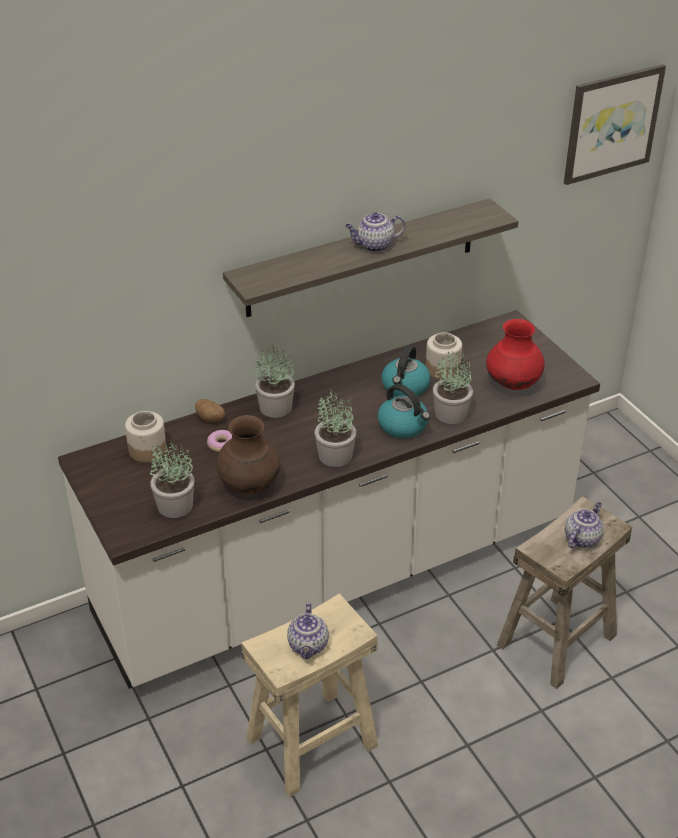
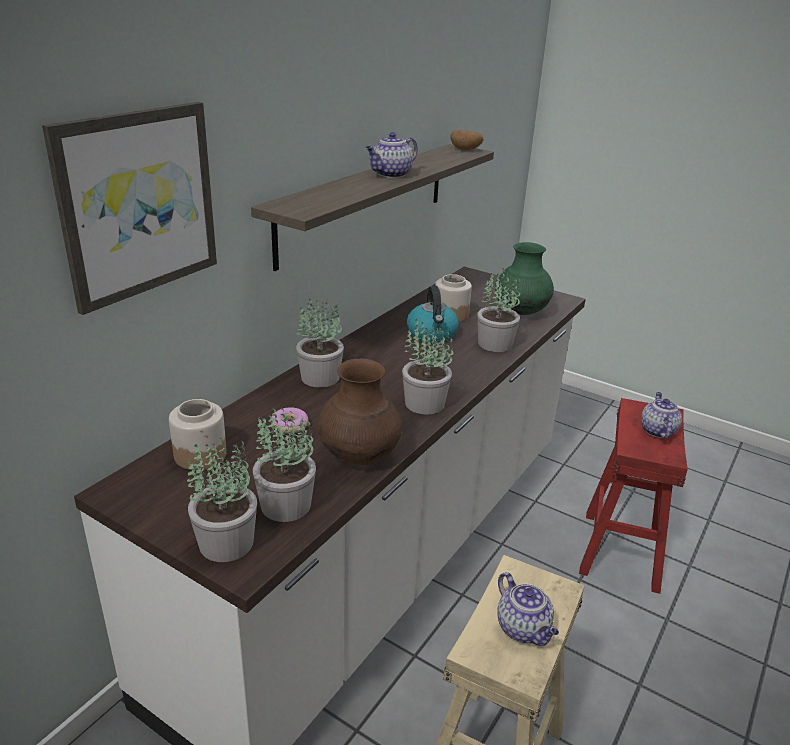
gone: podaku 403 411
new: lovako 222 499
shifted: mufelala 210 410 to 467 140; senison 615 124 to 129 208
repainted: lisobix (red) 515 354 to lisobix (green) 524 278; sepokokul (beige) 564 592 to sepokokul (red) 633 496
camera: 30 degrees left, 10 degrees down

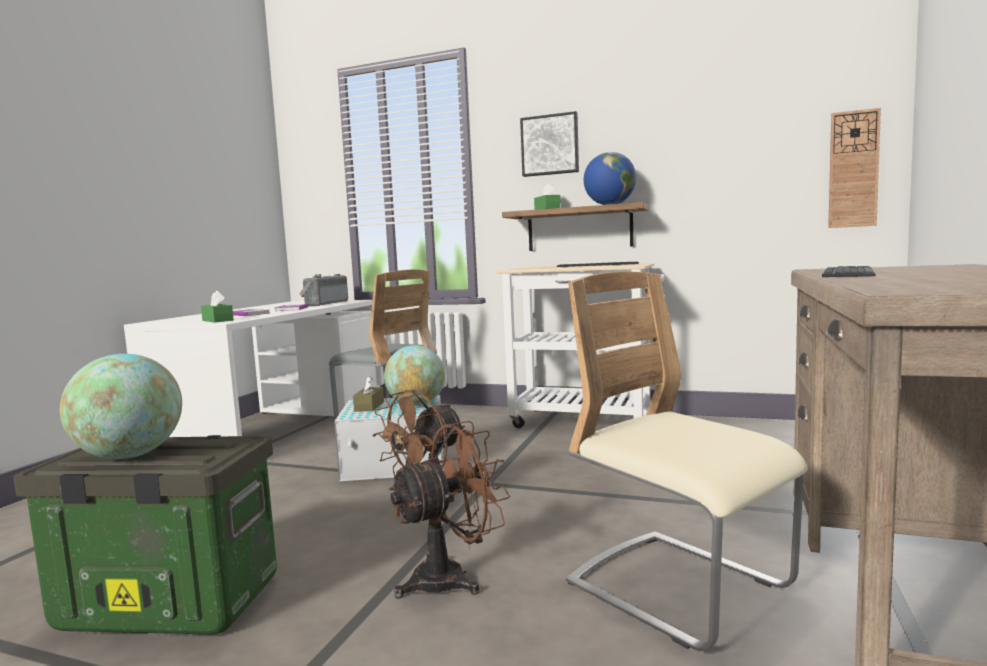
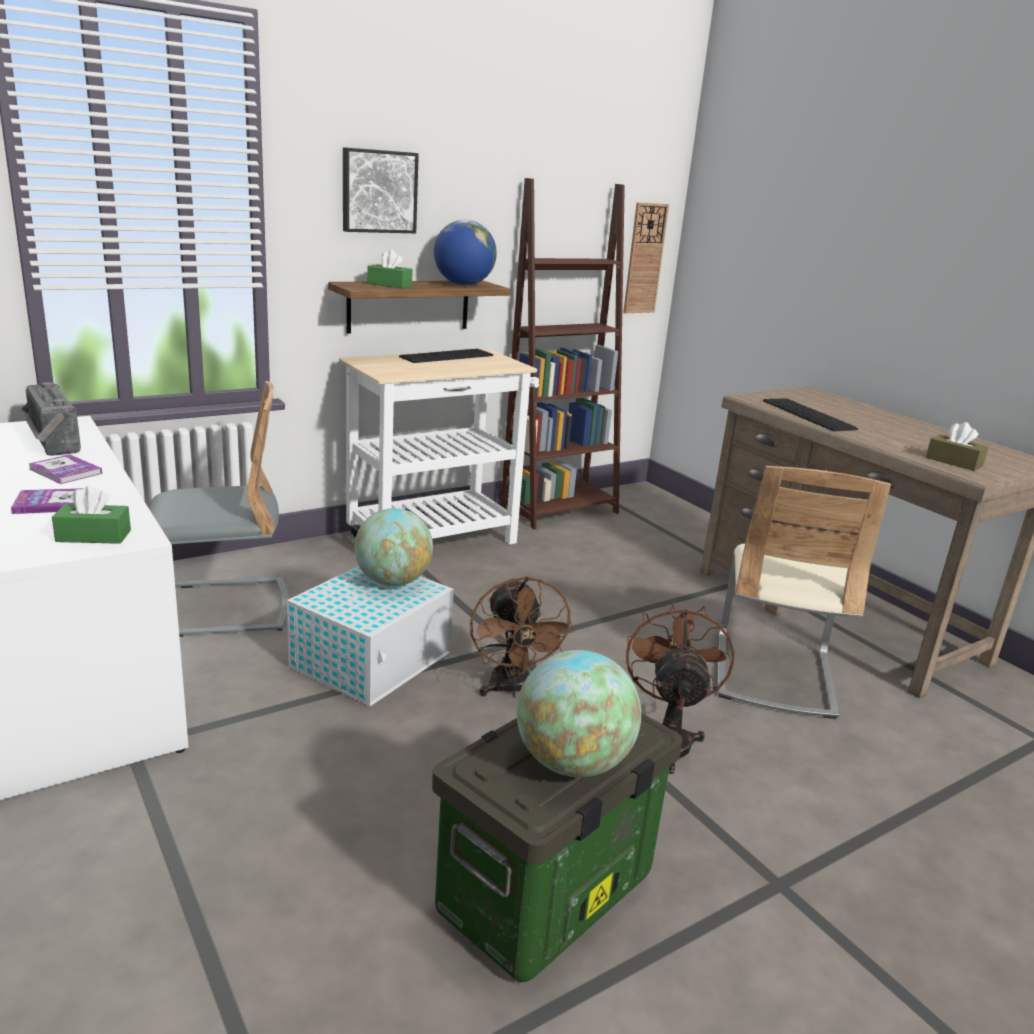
new: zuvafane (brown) 563 354
shifted: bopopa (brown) 368 393 to 957 446
rotated: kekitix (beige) 687 461 = 804 592 75 degrees counterclockwise
camera: 55 degrees left, 15 degrees up

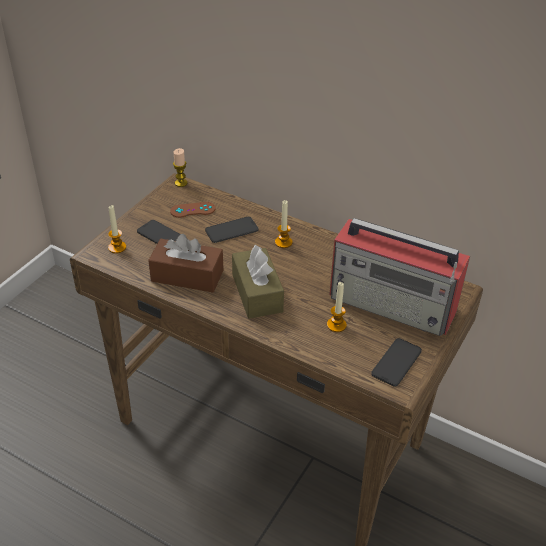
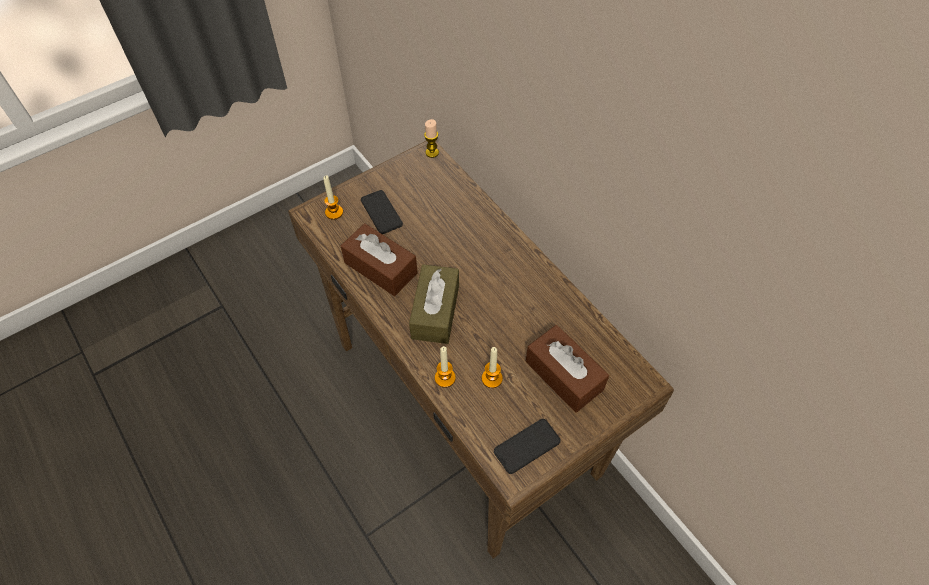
gone: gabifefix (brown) 192 210; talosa 231 230
shifted: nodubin 284 224 to 445 367
swapped: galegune 399 277 to bopopa (brown) 567 369
camera: 25 degrees right, 15 degrees up

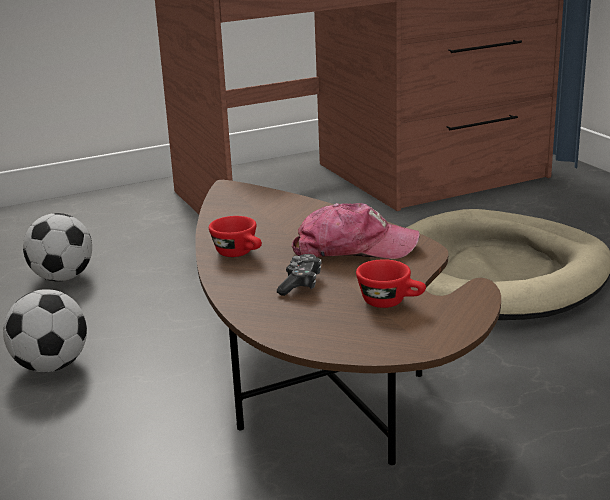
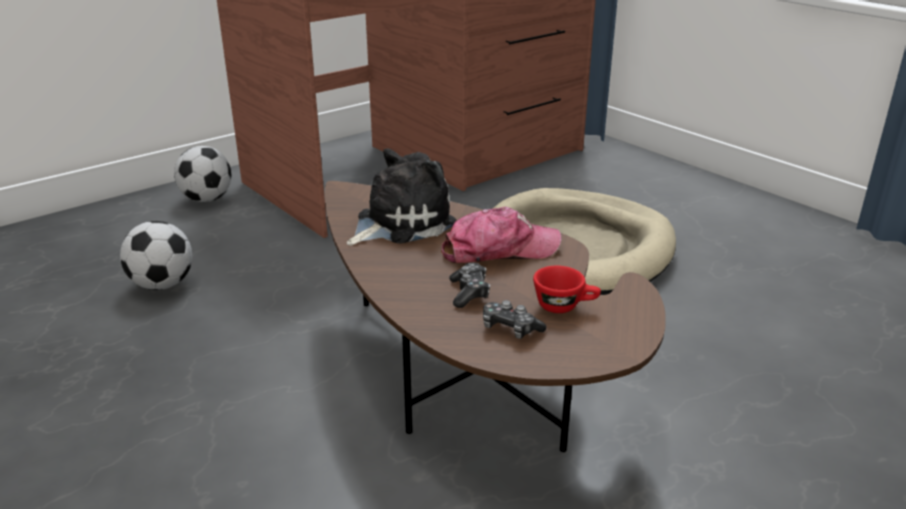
gone: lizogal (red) 235 236
new: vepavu 401 197; gabifefix 514 319
shifted: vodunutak 45 330 to 202 174
camera: 15 degrees left, 5 degrees up

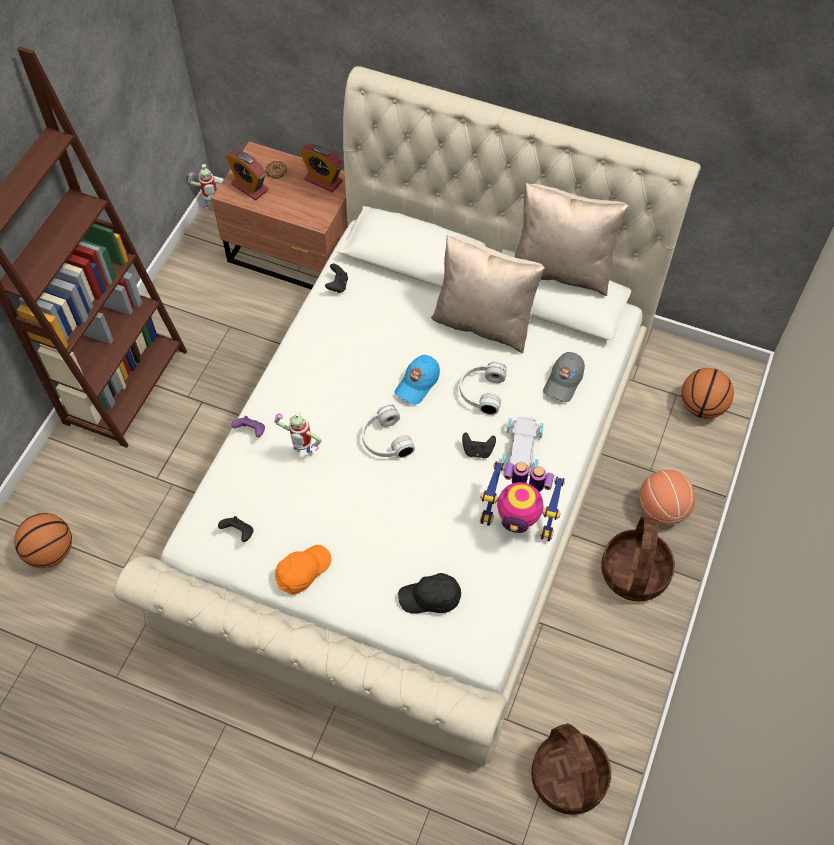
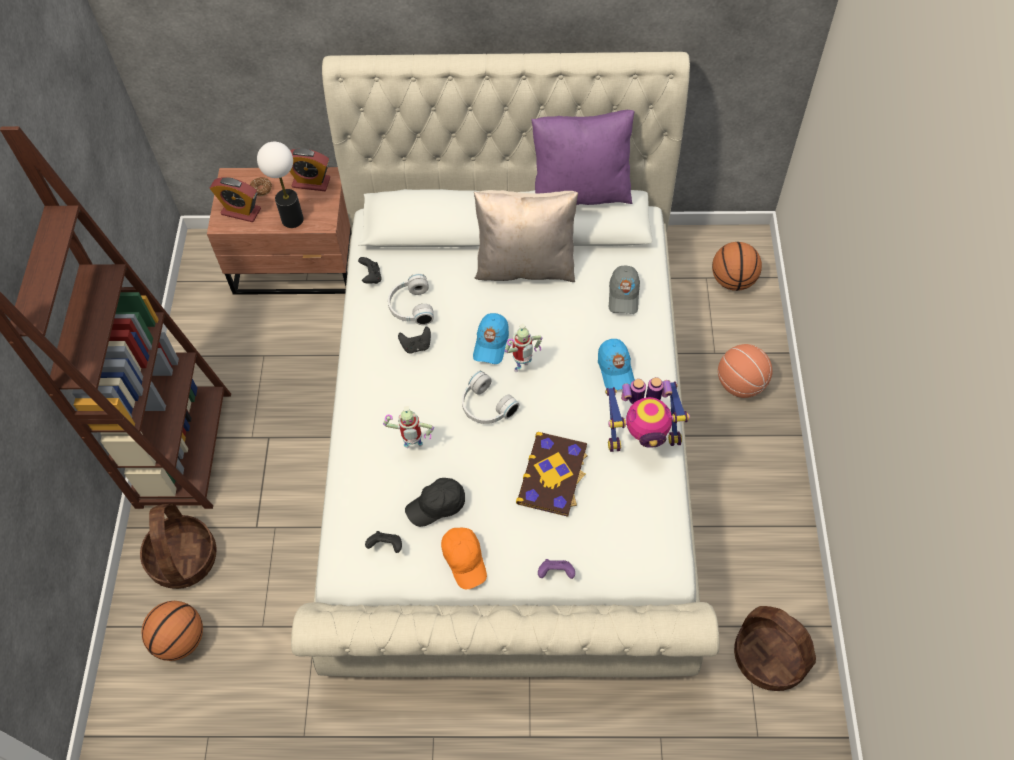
new: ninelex 280 185; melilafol 552 474
shifted: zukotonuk 205 186 to 524 347; gabifefix (purple) 248 426 to 556 569; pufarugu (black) 429 593 to 435 502; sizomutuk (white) 483 388 to 411 299; gabifefix (black) 479 445 to 414 340; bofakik 638 559 to 178 546
swapped: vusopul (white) 522 446 to pufarugu (blue) 616 364
repainted: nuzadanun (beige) 572 239 to nuzadanun (purple) 582 157
rotated: pufarugu (orange) 303 570 = 464 558 135 degrees clockwise
camera: 20 degrees left, 0 degrees up

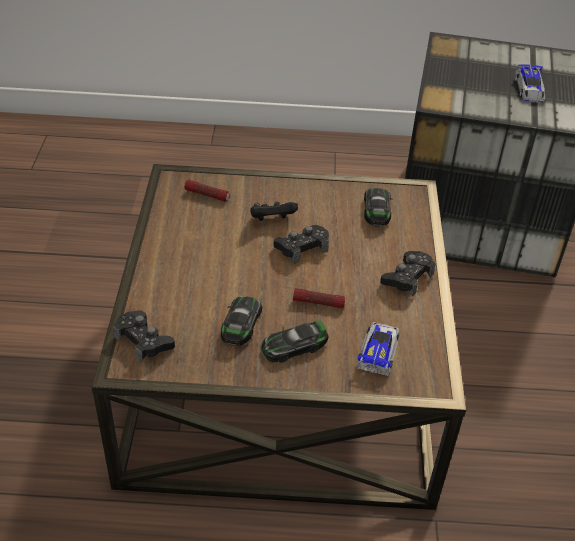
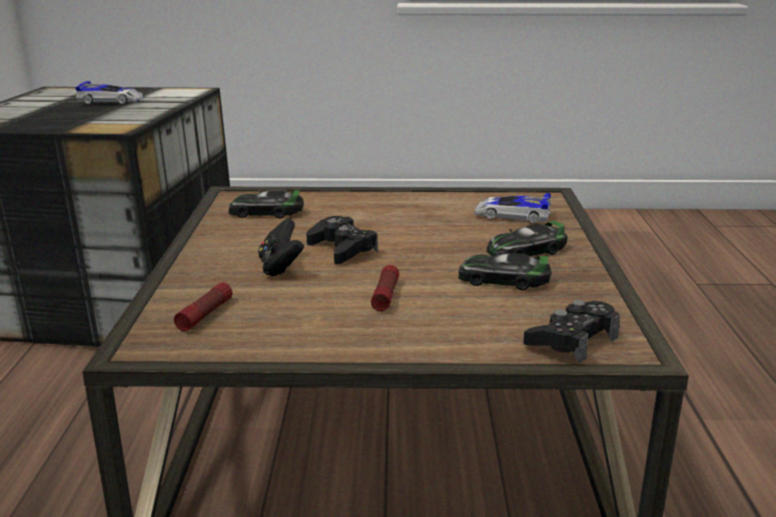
gone: gabifefix (black) 407 273
shifted: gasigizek 319 298 to 385 288
rotated: vusopul 295 341 = 526 238 90 degrees clockwise
camera: 90 degrees left, 20 degrees down

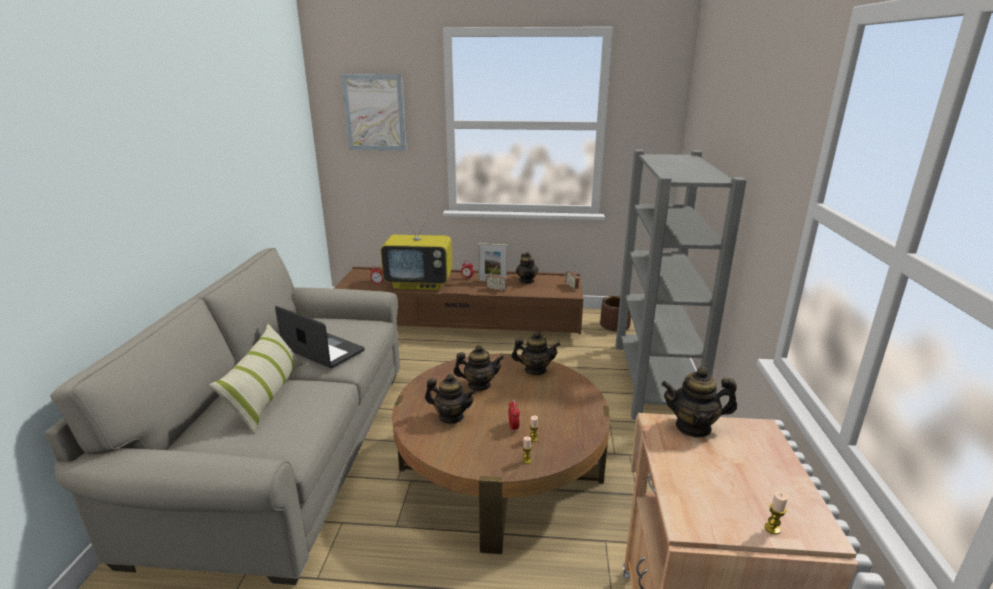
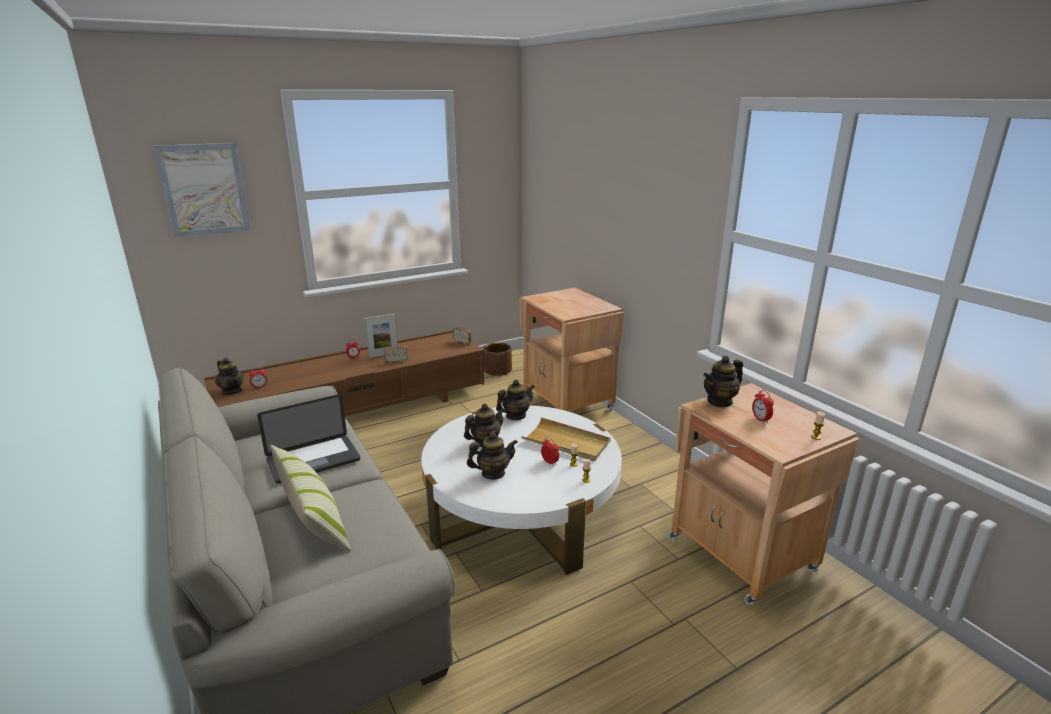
gone: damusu 416 250
new: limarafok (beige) 566 439; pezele 763 406
shifted: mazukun 527 267 to 229 376
swapped: zuvafane (grey) 681 284 to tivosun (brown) 571 349
repainted: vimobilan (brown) 501 454 to vimobilan (white) 521 490
rotated: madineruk 320 337 = 308 439 150 degrees clockwise
camera: 35 degrees left, 0 degrees up

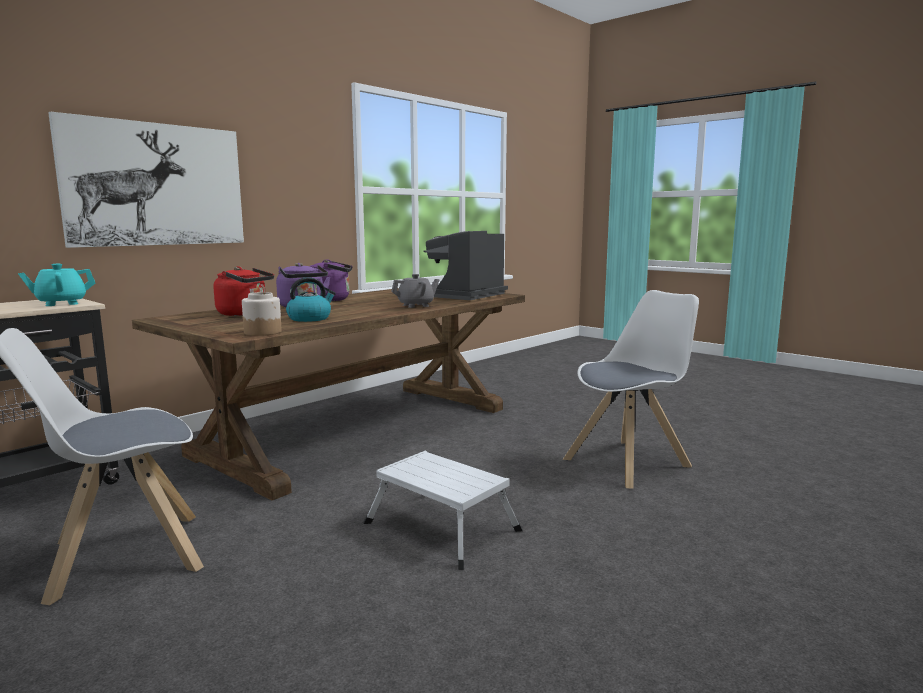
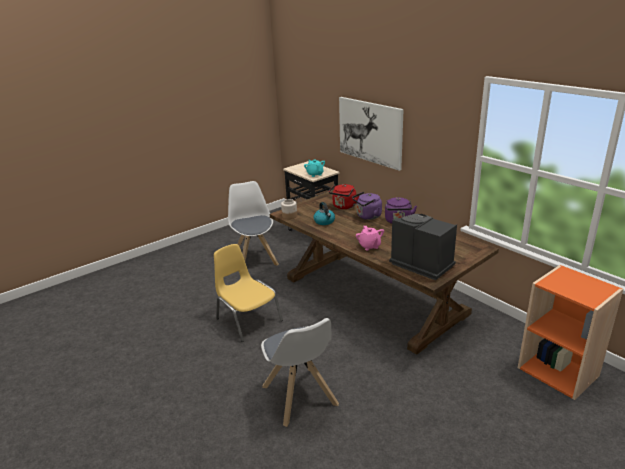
new: zuvafane (orange) 570 332
swapped: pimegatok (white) 443 510 to kekitix (yellow) 248 293
repainted: mazukun (grey) 415 291 to mazukun (pink) 370 238
camera: 100 degrees right, 15 degrees up

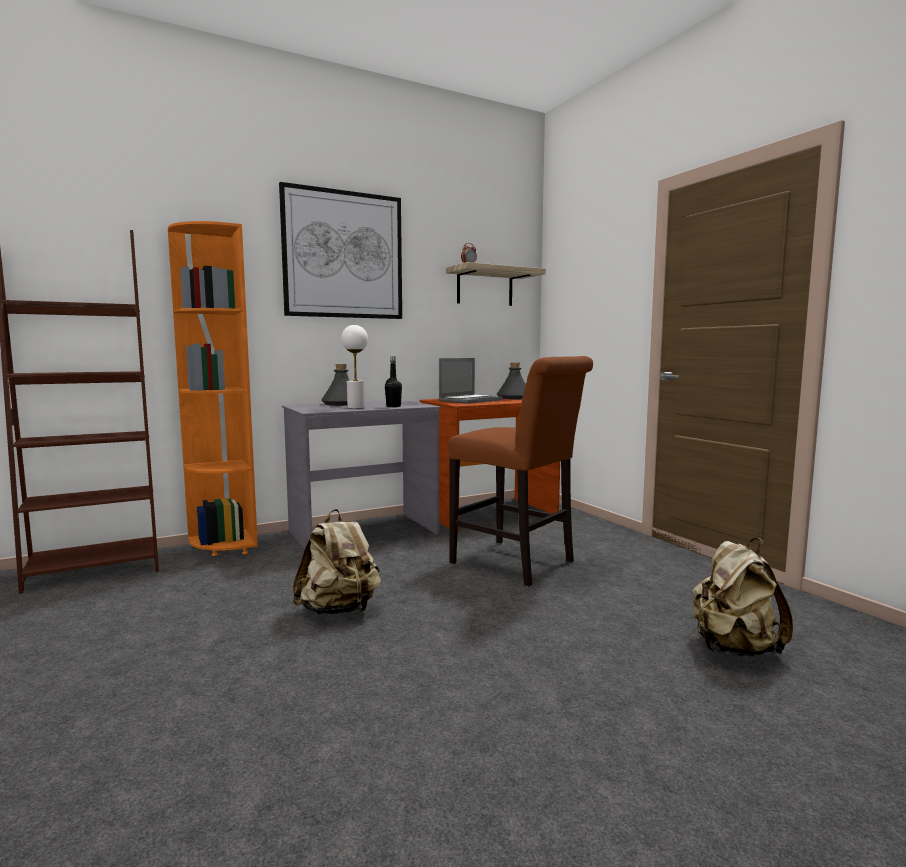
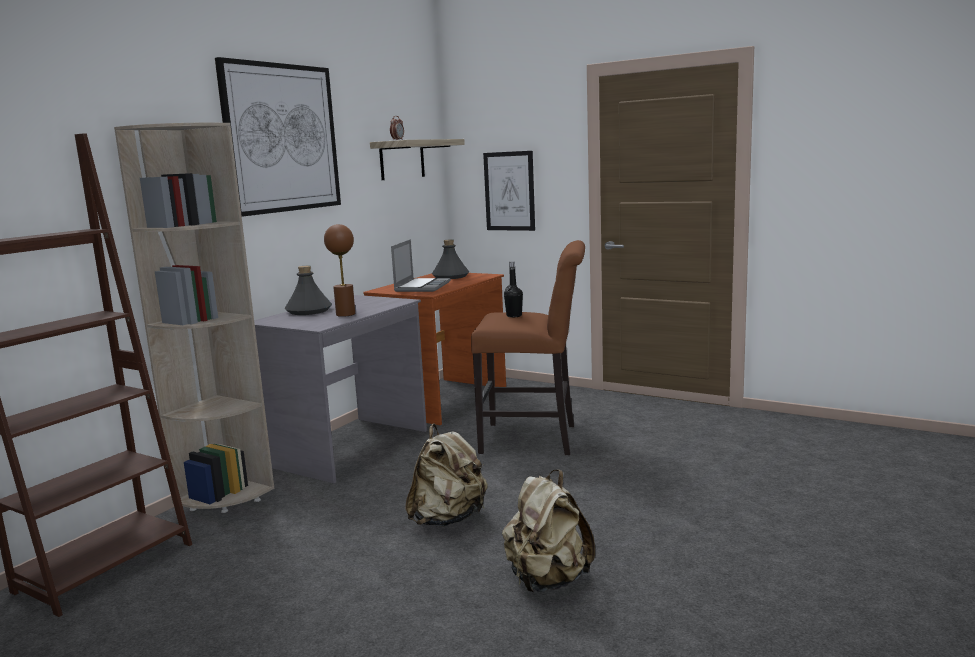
new: senison 509 191
shifted: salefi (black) 393 381 to 513 289; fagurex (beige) 742 597 to 548 531
repainted: zuvafane (orange) 213 388 to zuvafane (beige) 194 318; ninelex (white) 354 367 to ninelex (brown) 339 270
camera: 30 degrees left, 5 degrees up

